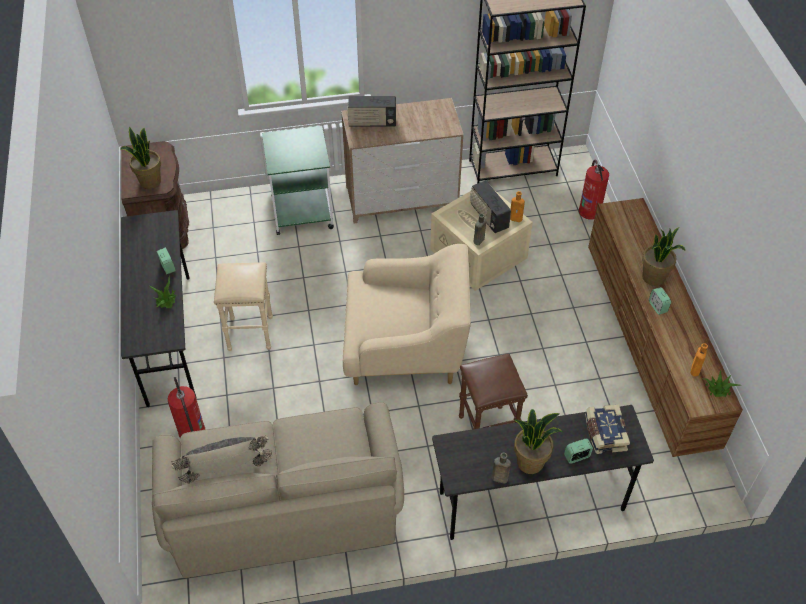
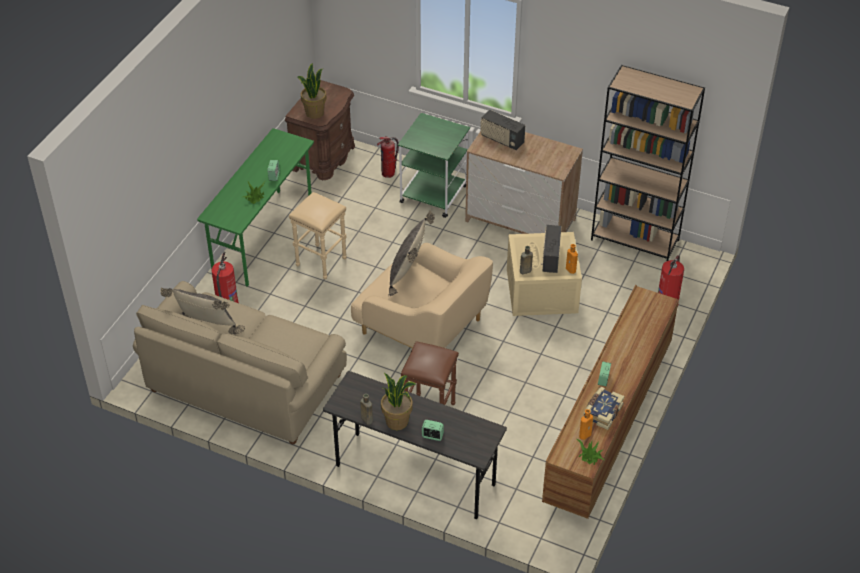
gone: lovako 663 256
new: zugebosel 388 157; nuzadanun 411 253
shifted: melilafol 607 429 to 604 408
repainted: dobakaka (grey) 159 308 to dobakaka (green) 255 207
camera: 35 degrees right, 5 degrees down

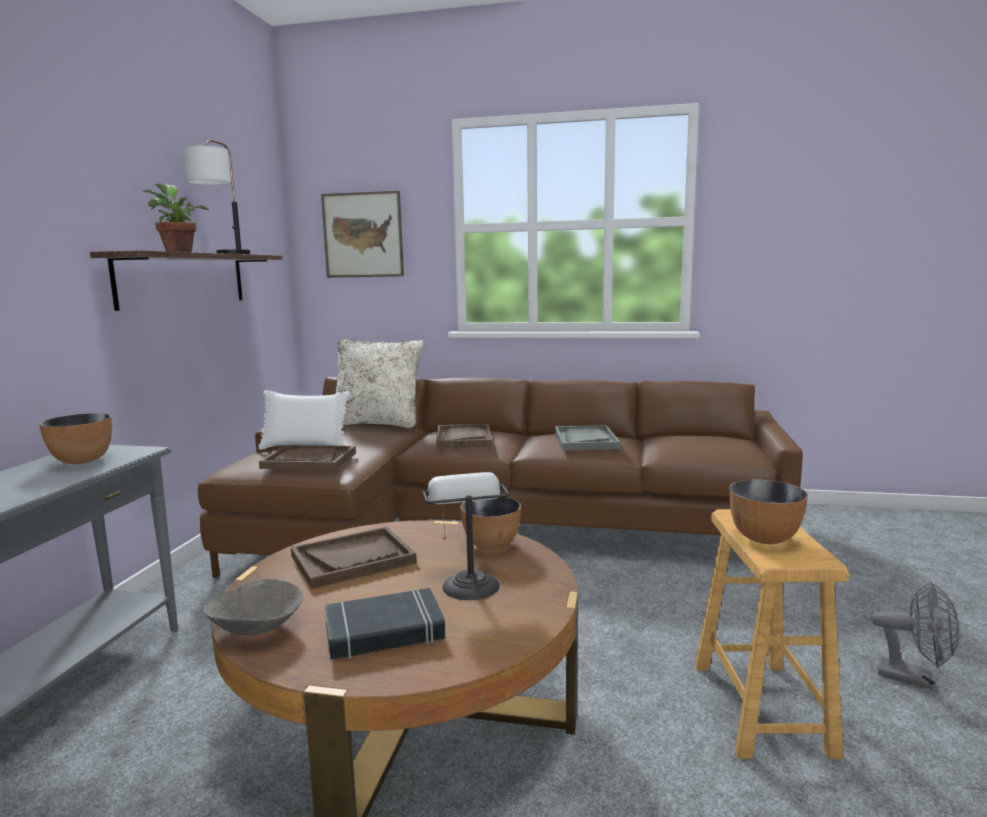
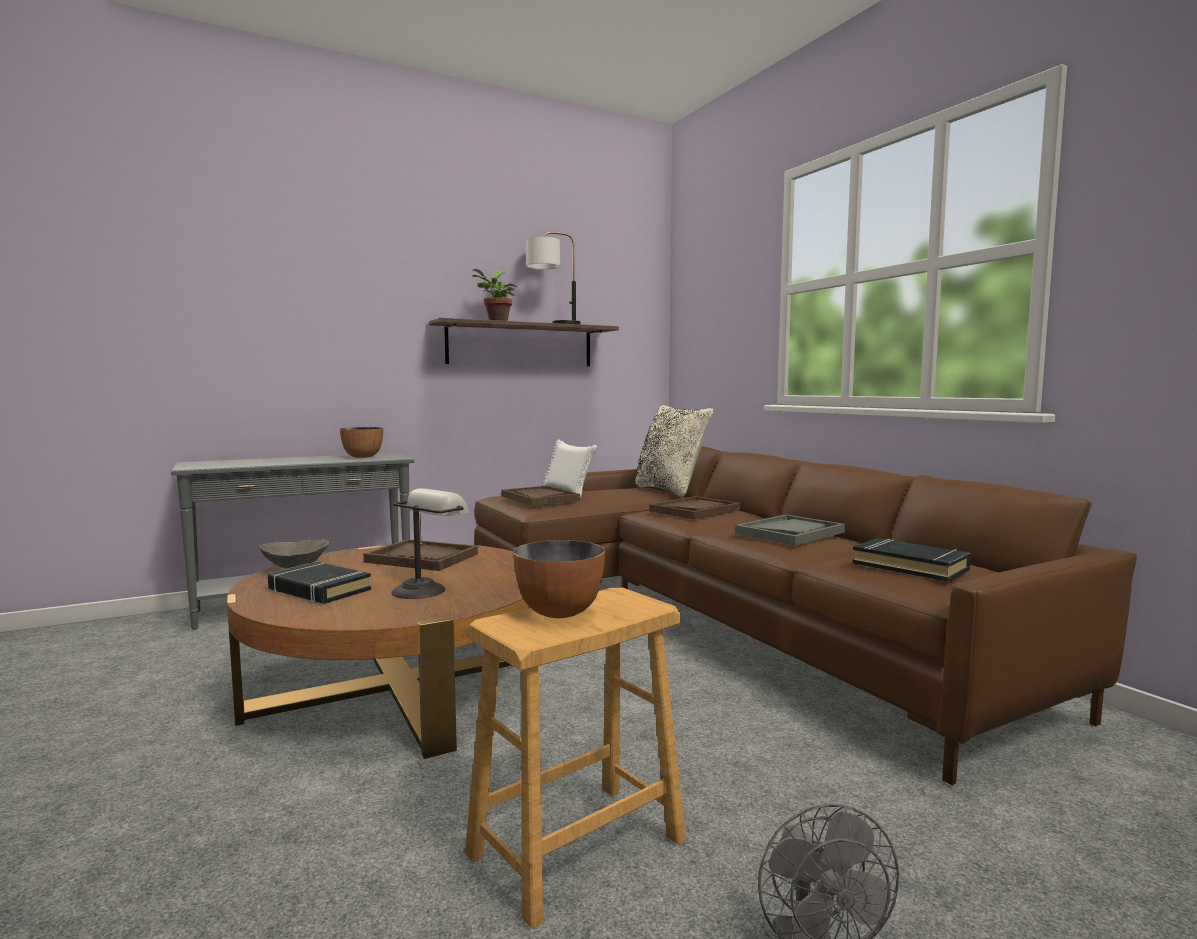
gone: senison 362 234; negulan 490 523
new: melilafol (black) 911 560
camera: 50 degrees right, 5 degrees down

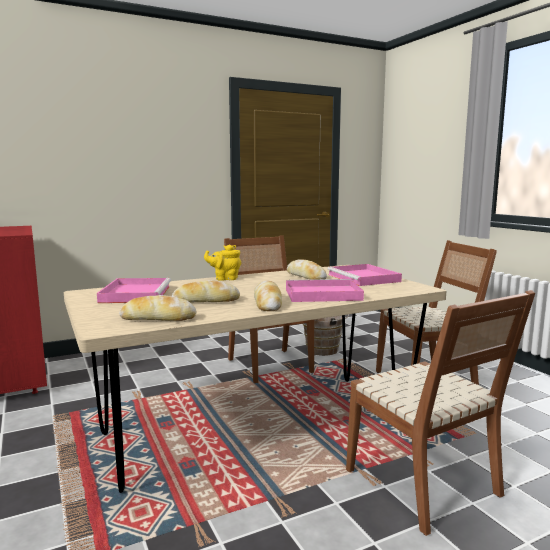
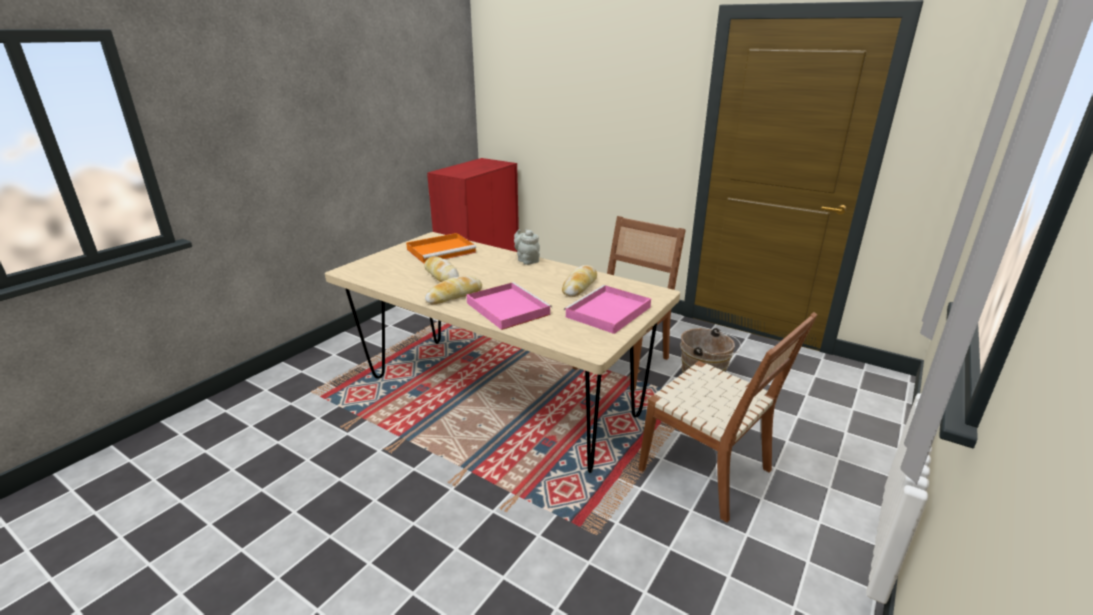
gone: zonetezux 157 308; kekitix 440 413
repainted: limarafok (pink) 134 290 to limarafok (orange) 441 248; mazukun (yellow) 222 263 to mazukun (grey) 527 247
camera: 60 degrees right, 15 degrees up

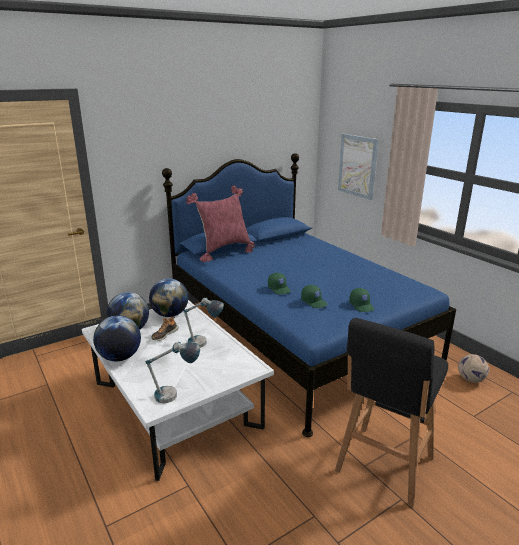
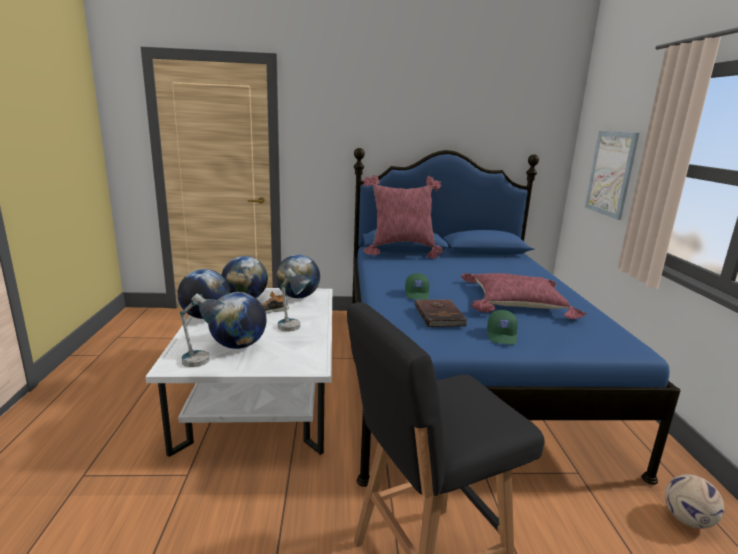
new: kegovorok 237 320; nuzadanun (red) 524 296
swapped: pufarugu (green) 314 296 to melilafol (brown) 441 313
camera: 30 degrees right, 5 degrees down

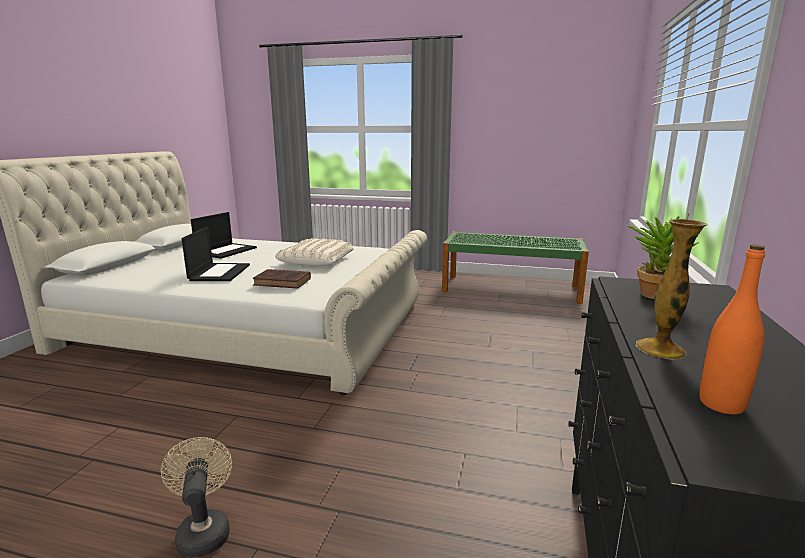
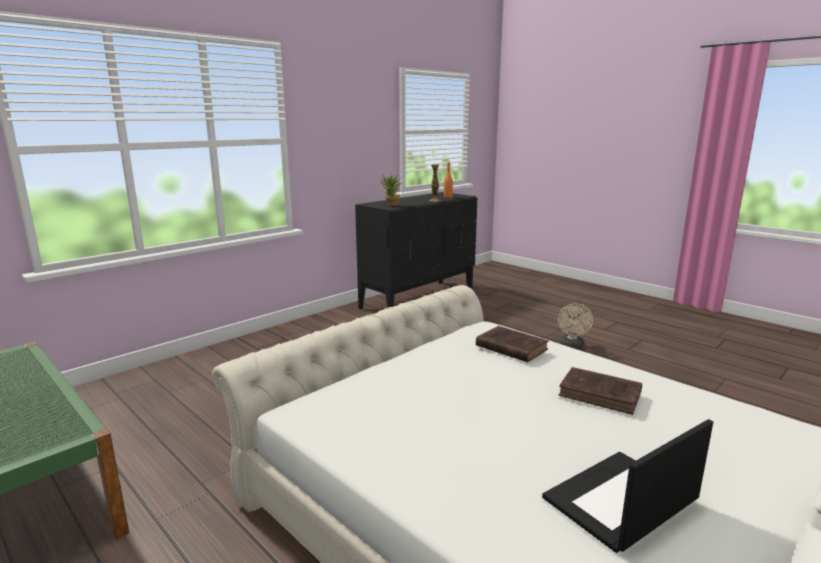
gone: nuzadanun (beige) 315 252
swapped: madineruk 216 254 to melilafol (brown) 600 391
camera: 150 degrees left, 0 degrees up

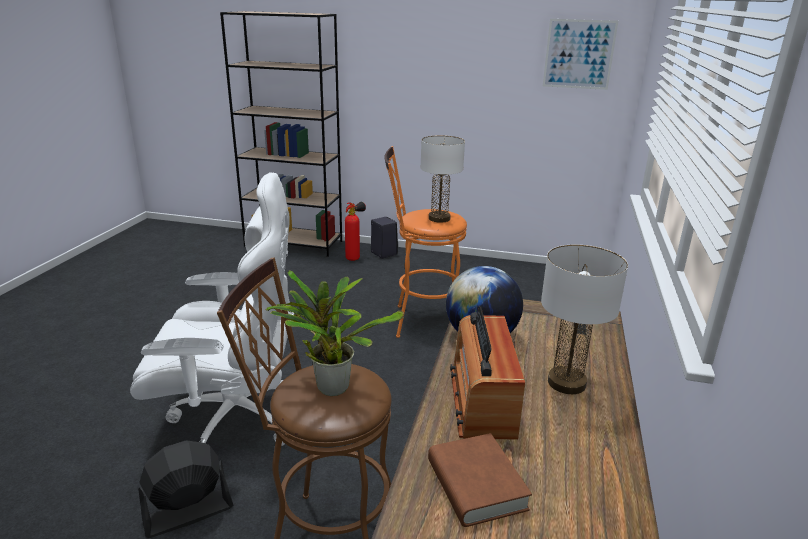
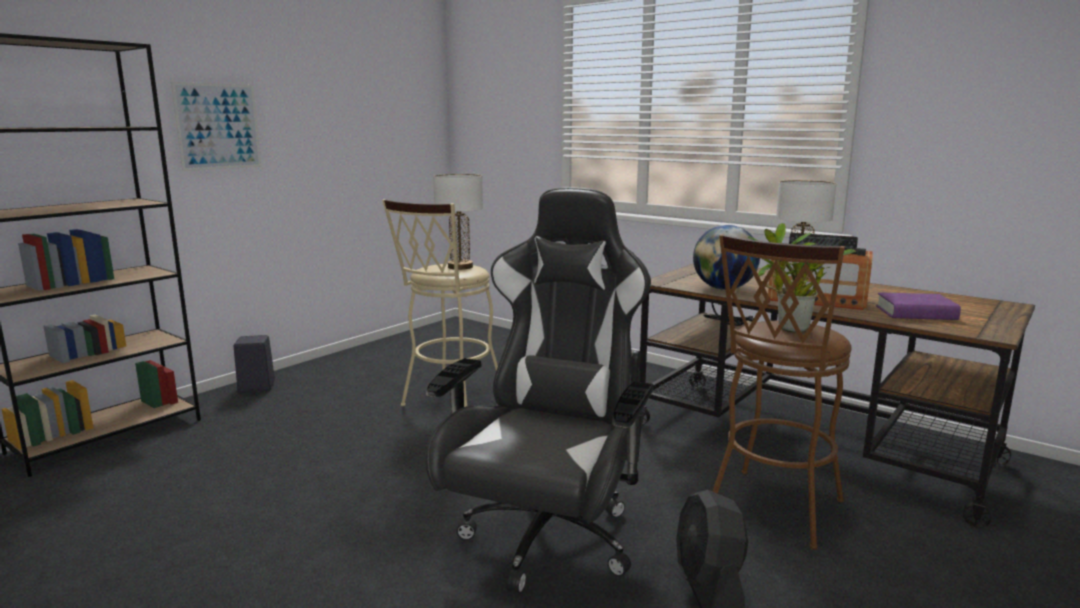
gone: zugebosel 355 231
shifted: senison 580 54 to 216 126
repainted: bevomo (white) 212 309 to bevomo (black) 539 390; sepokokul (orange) 425 242 to sepokokul (beige) 440 303; melilafol (brown) 480 480 to melilafol (purple) 918 306
camera: 65 degrees left, 10 degrees down

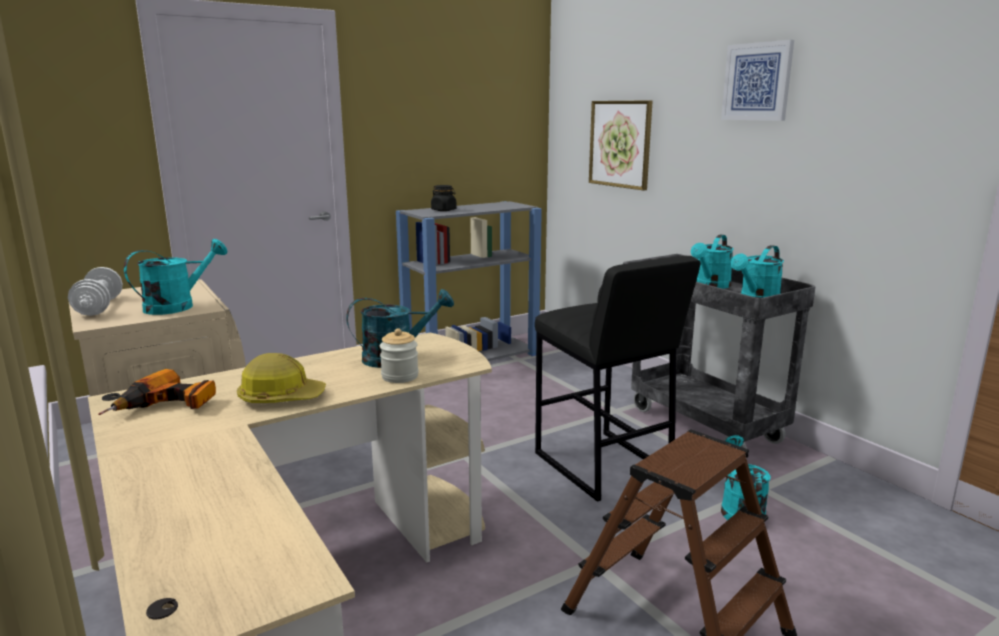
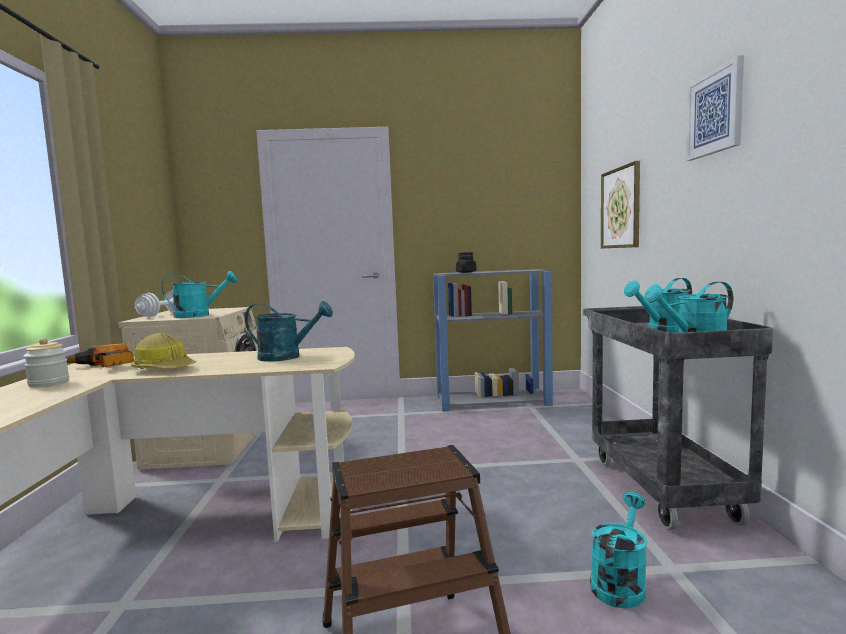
gone: sepokokul (black) 618 379
shifted: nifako 399 355 to 46 363
camera: 30 degrees right, 10 degrees down

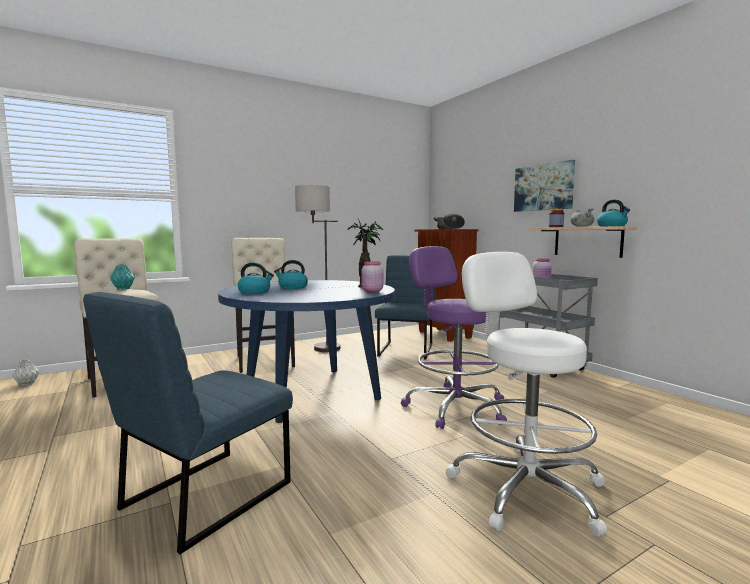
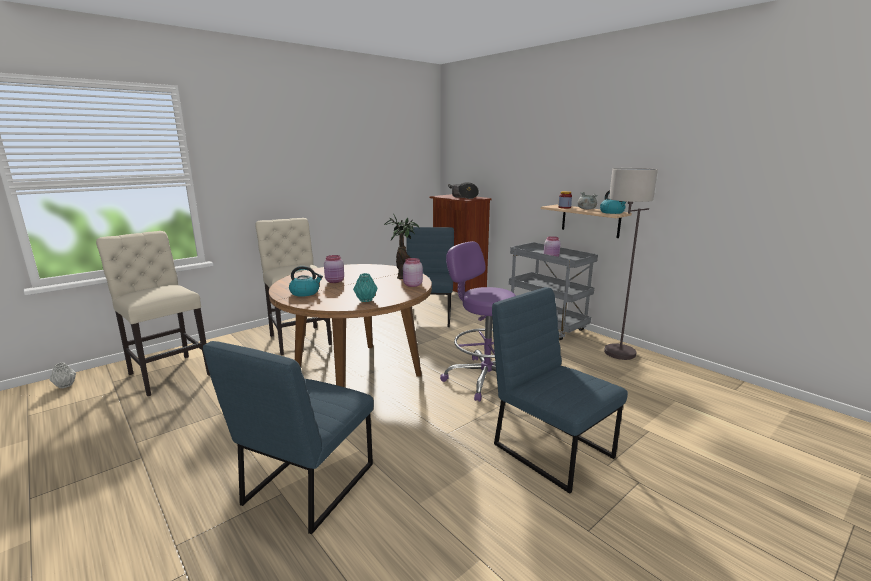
gone: senison 544 186
shifted: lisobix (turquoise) 122 277 to 365 287; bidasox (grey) 317 268 to 631 264
swapped: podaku 291 274 to nifako (pink) 334 269; sepokokul (white) 526 394 to kekitix (blue) 560 390
repainted: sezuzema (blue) 306 351 to sezuzema (brown) 350 325
camera: 10 degrees left, 10 degrees up

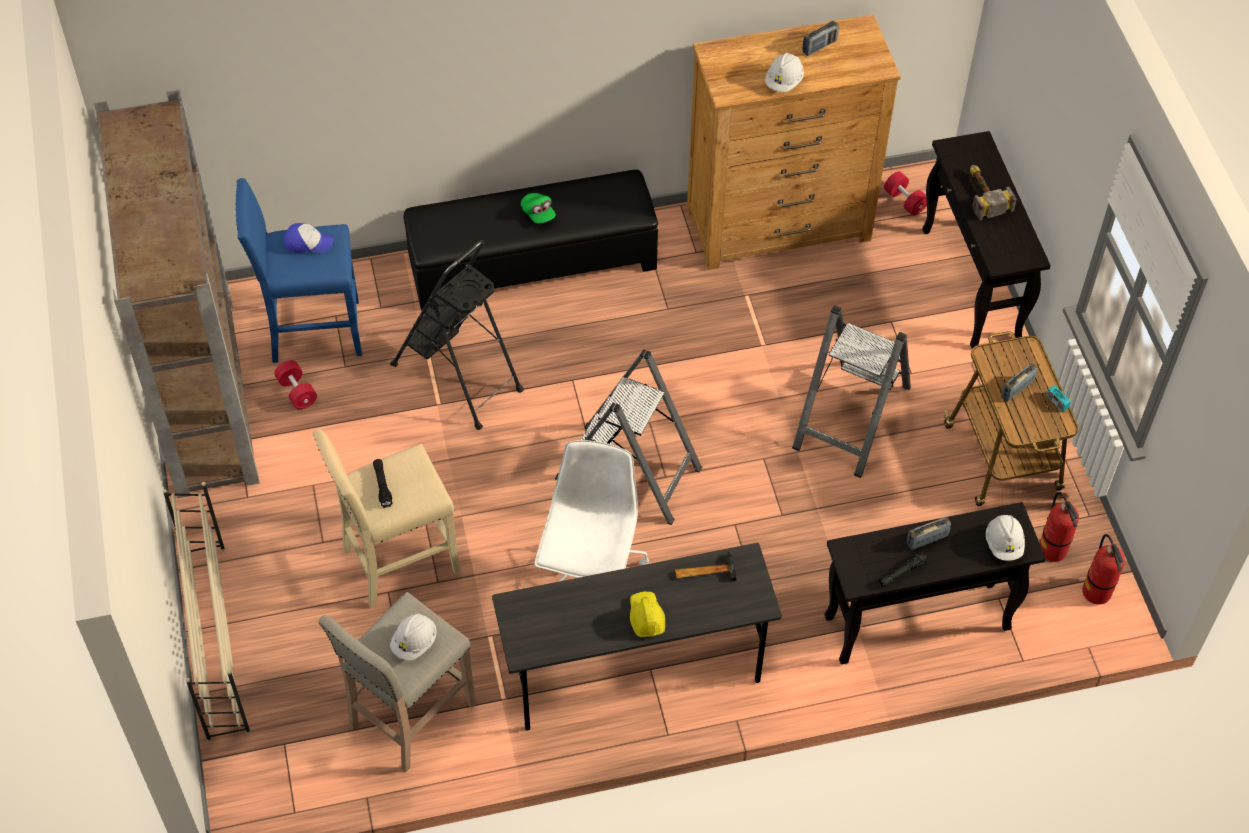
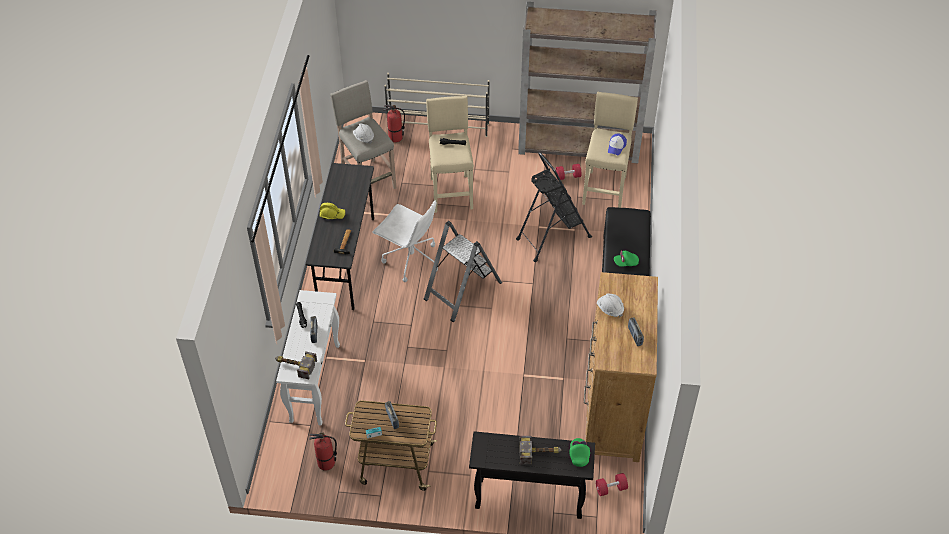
gone: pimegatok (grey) 851 391
new: pufarugu (green) 580 452
shifted: zugebosel 1103 569 to 394 124
swapped: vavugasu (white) 1005 538 to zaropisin 296 365
repainted: sepokokul (blue) 298 270 to sepokokul (beige) 610 150; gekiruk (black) 935 583 to gekiruk (white) 308 357
camera: 110 degrees right, 5 degrees down

